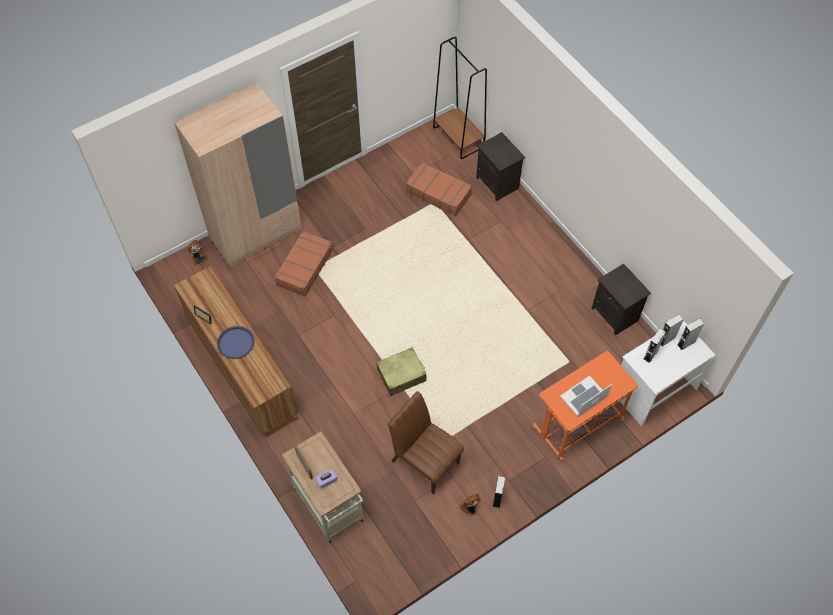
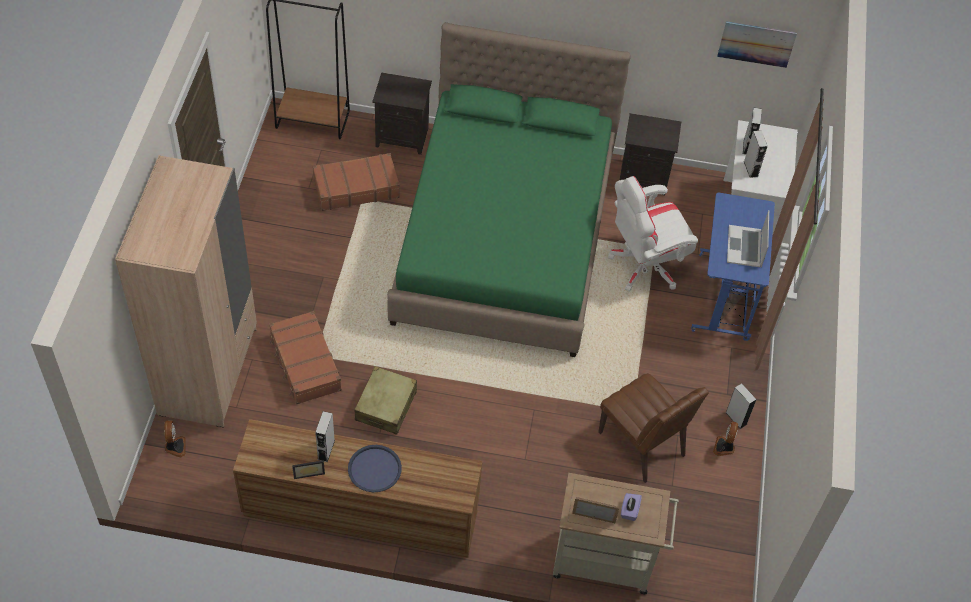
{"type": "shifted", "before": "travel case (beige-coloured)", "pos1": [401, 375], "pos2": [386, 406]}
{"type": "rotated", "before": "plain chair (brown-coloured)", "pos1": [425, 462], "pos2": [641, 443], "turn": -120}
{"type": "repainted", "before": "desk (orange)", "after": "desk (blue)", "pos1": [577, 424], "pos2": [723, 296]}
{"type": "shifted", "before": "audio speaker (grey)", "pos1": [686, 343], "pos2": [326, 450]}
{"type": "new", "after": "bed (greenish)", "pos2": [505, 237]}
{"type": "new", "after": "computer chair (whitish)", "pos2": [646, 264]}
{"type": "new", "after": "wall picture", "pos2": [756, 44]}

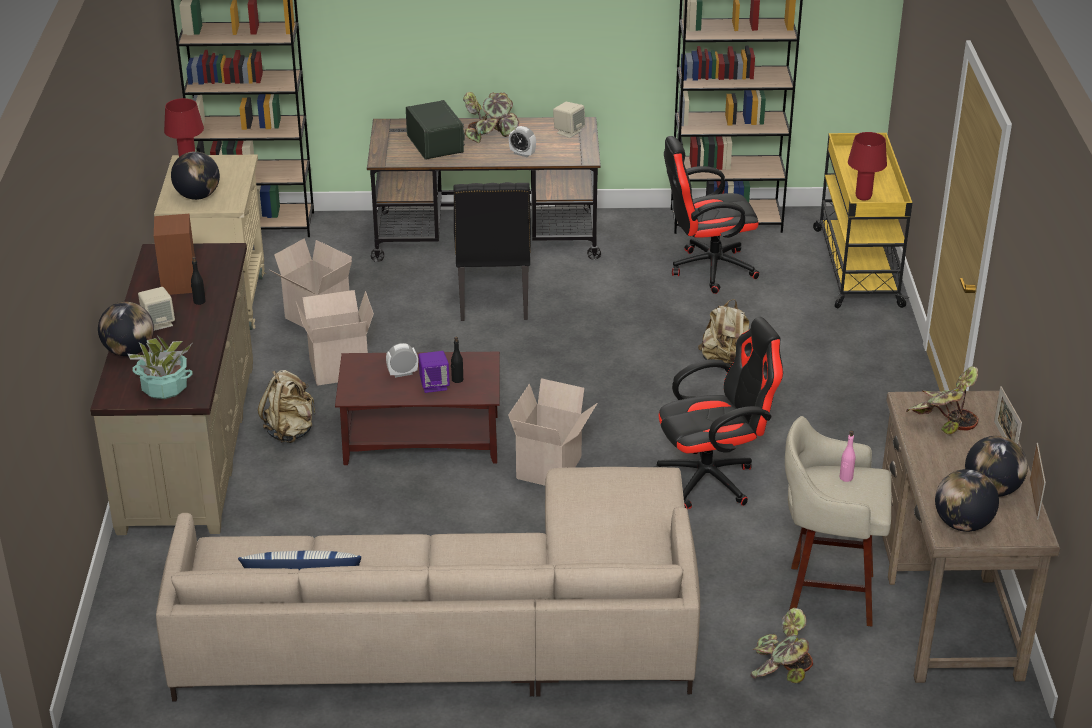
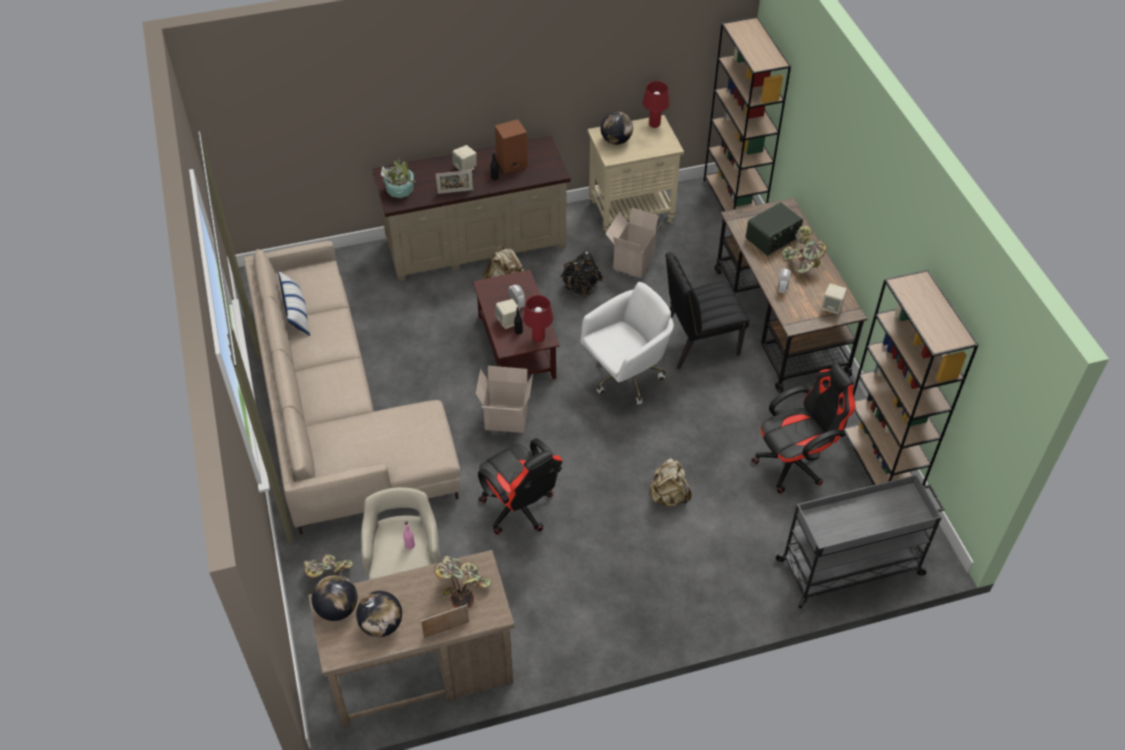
{"type": "gone", "before": "desk globe", "pos1": [129, 351]}
{"type": "swapped", "before": "carton", "after": "backpack (blackish)", "pos1": [339, 367], "pos2": [581, 288]}
{"type": "repainted", "before": "audio speaker (purple-coloured)", "after": "audio speaker (beige-coloured)", "pos1": [434, 385], "pos2": [508, 322]}
{"type": "rotated", "before": "computer chair (blackish)", "pos1": [706, 270], "pos2": [795, 463], "turn": 90}
{"type": "repainted", "before": "trolley (yellow)", "after": "trolley (grey)", "pos1": [857, 266], "pos2": [851, 567]}
{"type": "shifted", "before": "table lamp (red)", "pos1": [863, 197], "pos2": [539, 338]}
{"type": "shifted", "before": "standing frame", "pos1": [1034, 499], "pos2": [455, 191]}
{"type": "new", "after": "computer chair (whitish)", "pos2": [625, 379]}

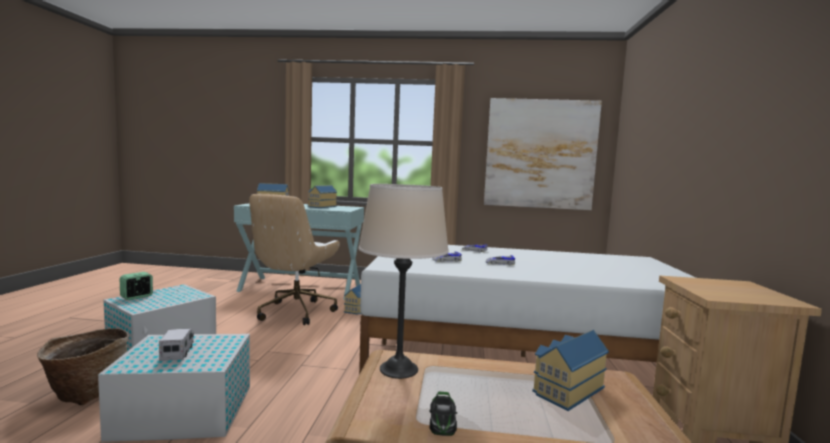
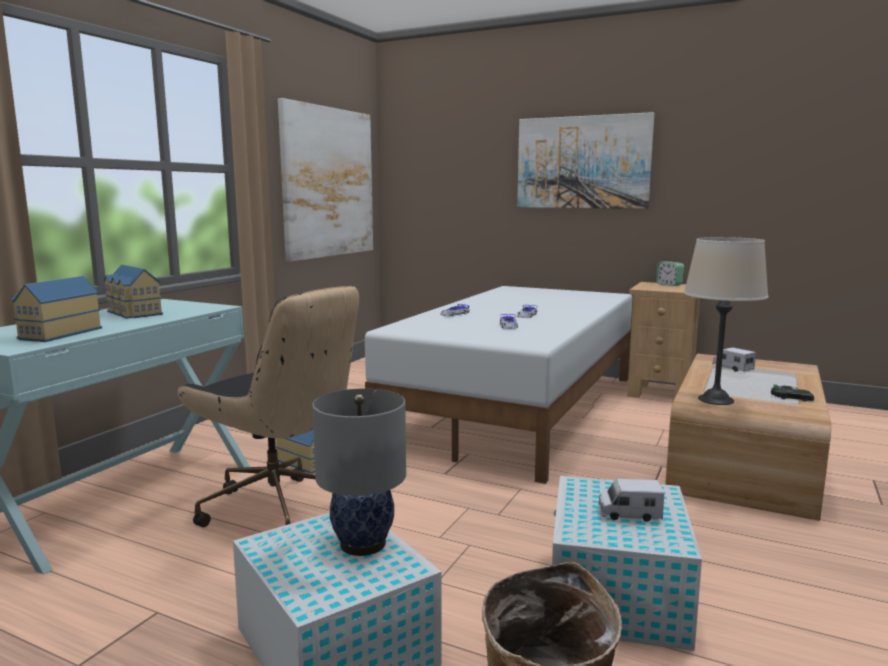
{"type": "shifted", "before": "alarm clock", "pos1": [137, 297], "pos2": [669, 284]}
{"type": "repainted", "before": "computer chair (whitish)", "after": "computer chair (blackish)", "pos1": [295, 313], "pos2": [278, 511]}
{"type": "swapped", "before": "miniature house", "after": "toy lorry", "pos1": [566, 389], "pos2": [732, 368]}
{"type": "new", "after": "table lamp (grey)", "pos2": [363, 544]}
{"type": "new", "after": "wall picture", "pos2": [582, 162]}

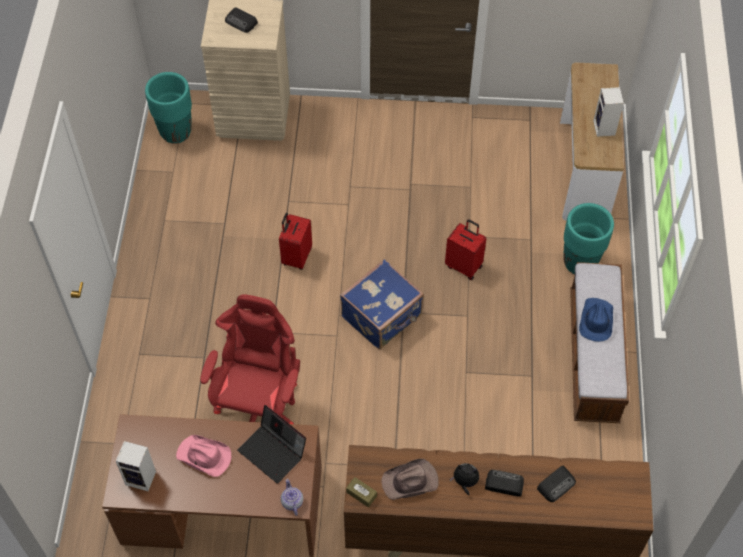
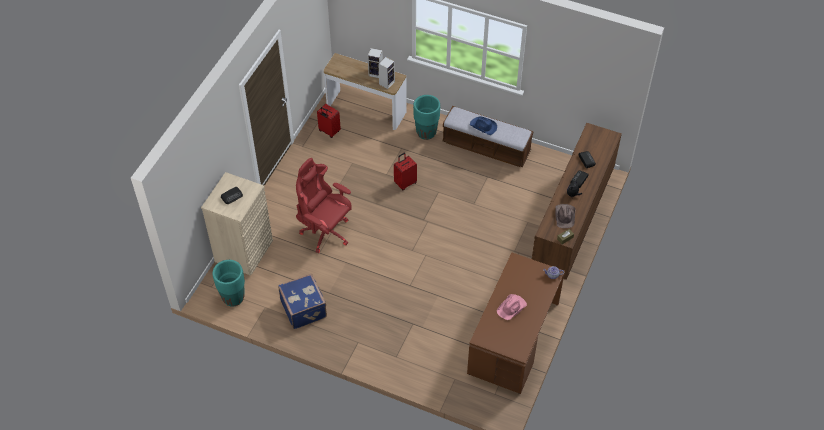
{"type": "shifted", "before": "audio speaker", "pos1": [142, 478], "pos2": [387, 82]}
{"type": "shifted", "before": "computer chair (red)", "pos1": [259, 410], "pos2": [326, 233]}
{"type": "gone", "before": "portable computer", "pos1": [273, 452]}
{"type": "shifted", "before": "travel case (red)", "pos1": [296, 257], "pos2": [329, 131]}
{"type": "shifted", "before": "travel case (blue)", "pos1": [383, 317], "pos2": [304, 308]}

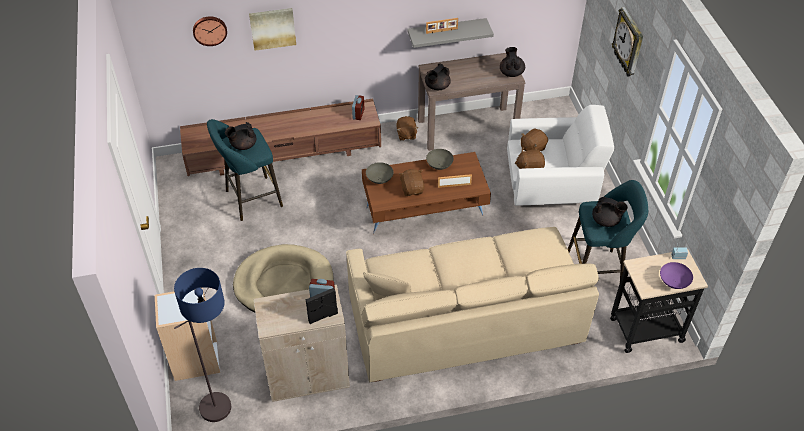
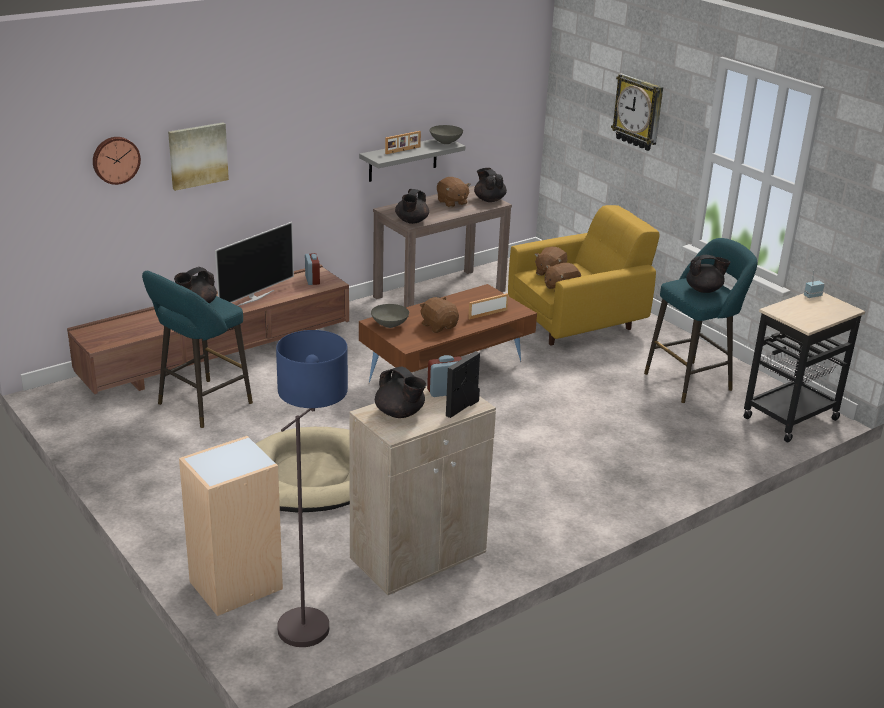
{"type": "gone", "before": "settee (beige-coloured)", "pos1": [465, 319]}
{"type": "shifted", "before": "plush toy (brown-coloured)", "pos1": [406, 134], "pos2": [452, 202]}
{"type": "shifted", "before": "serving bowl (grey)", "pos1": [439, 165], "pos2": [446, 142]}
{"type": "repainted", "before": "lounge chair (whitish)", "after": "lounge chair (yellow)", "pos1": [551, 185], "pos2": [578, 322]}
{"type": "gone", "before": "serving bowl (purple-coloured)", "pos1": [673, 282]}
{"type": "new", "after": "TV", "pos2": [254, 298]}
{"type": "new", "after": "teapot (blackish)", "pos2": [400, 413]}

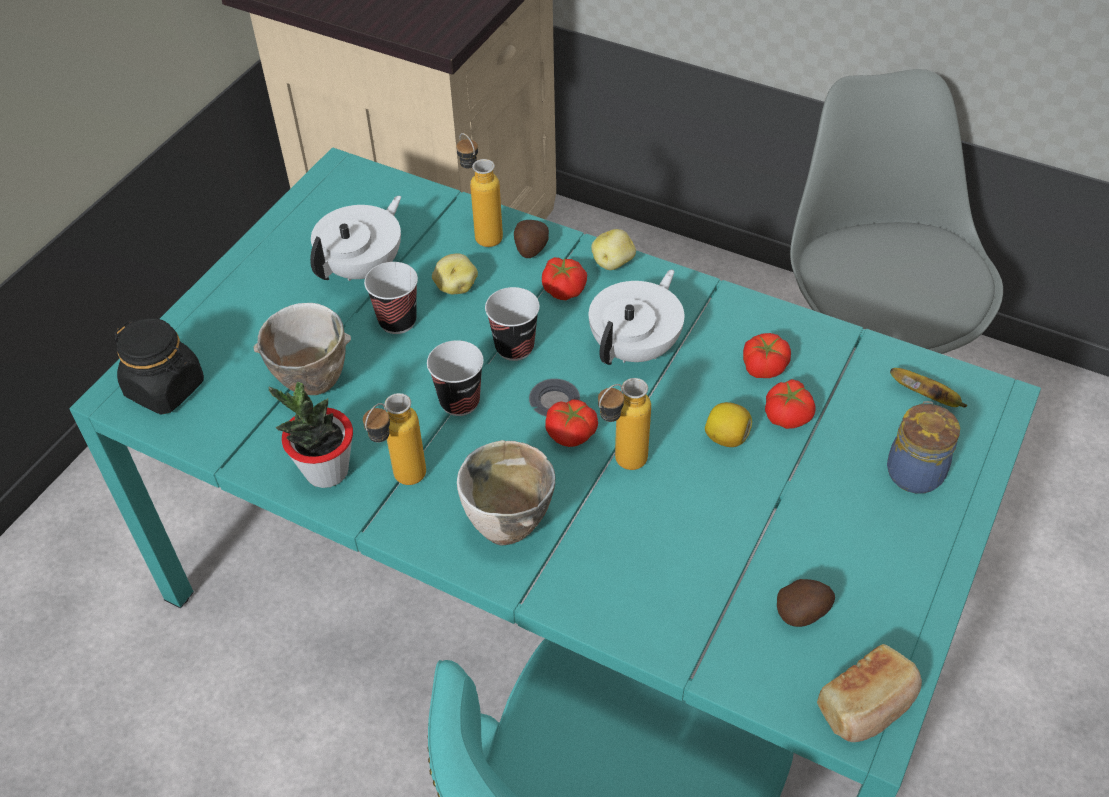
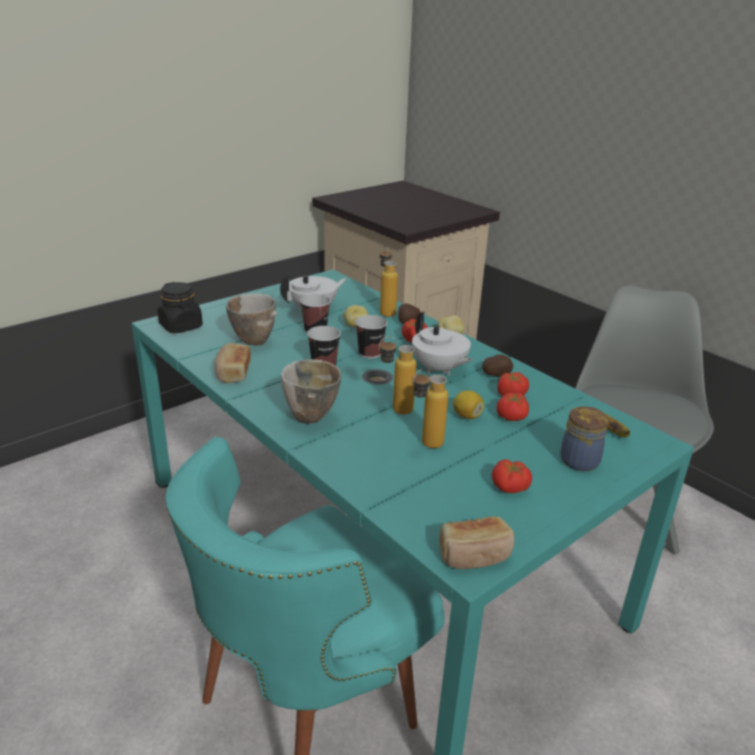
{"type": "swapped", "before": "plant in a pot", "after": "bakery bread", "pos1": [326, 471], "pos2": [232, 372]}
{"type": "shifted", "before": "beverage bottle", "pos1": [401, 483], "pos2": [425, 445]}
{"type": "shifted", "before": "tomato", "pos1": [571, 434], "pos2": [509, 487]}
{"type": "rotated", "before": "teapot (whitish)", "pos1": [636, 347], "pos2": [439, 369], "turn": 90}
{"type": "shifted", "before": "potato", "pos1": [803, 612], "pos2": [496, 375]}

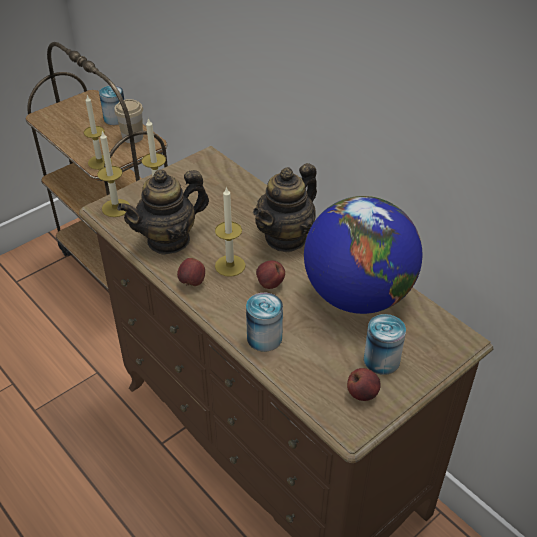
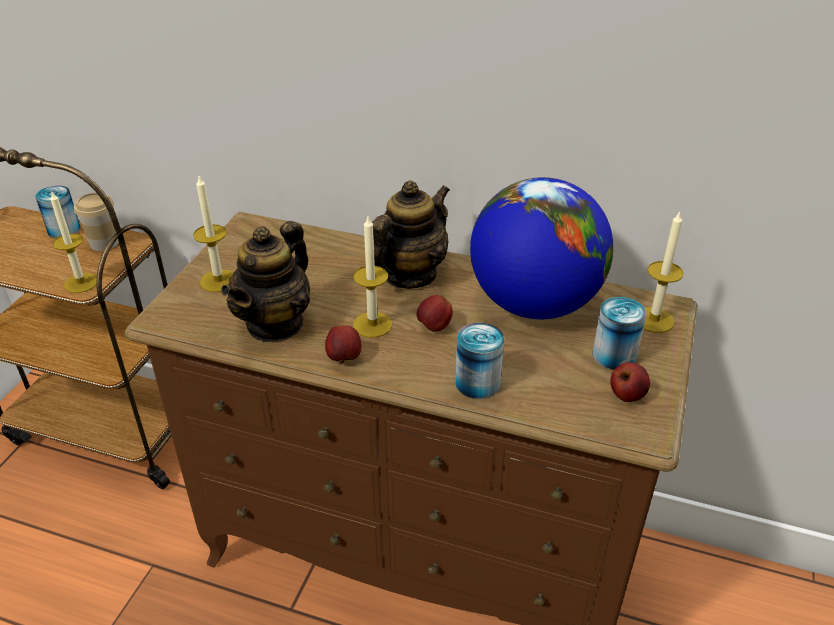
{"type": "shifted", "before": "wax light", "pos1": [116, 208], "pos2": [654, 320]}
{"type": "rotated", "before": "teapot", "pos1": [286, 237], "pos2": [409, 275], "turn": -150}

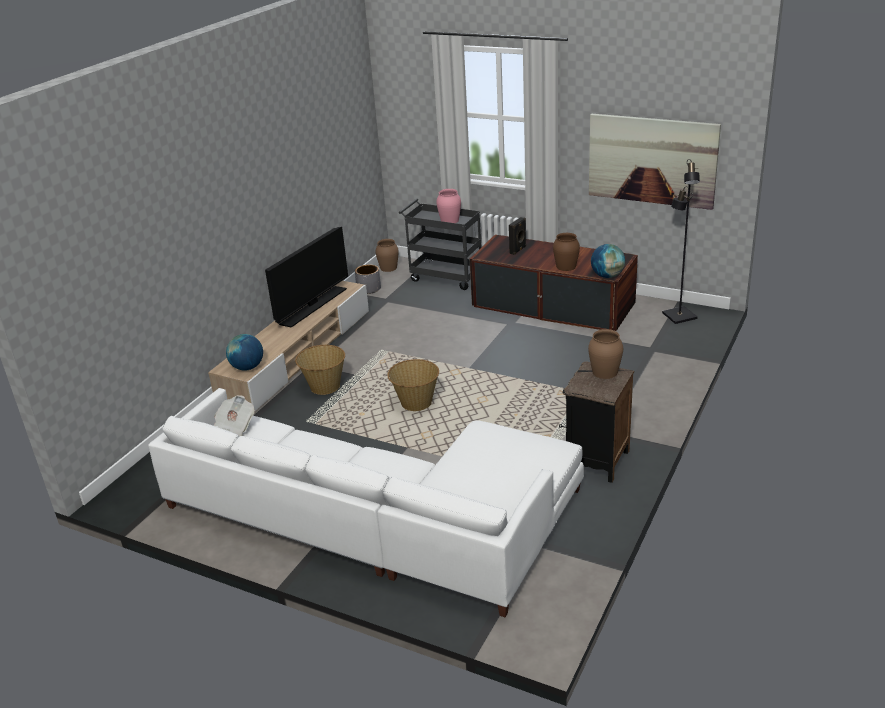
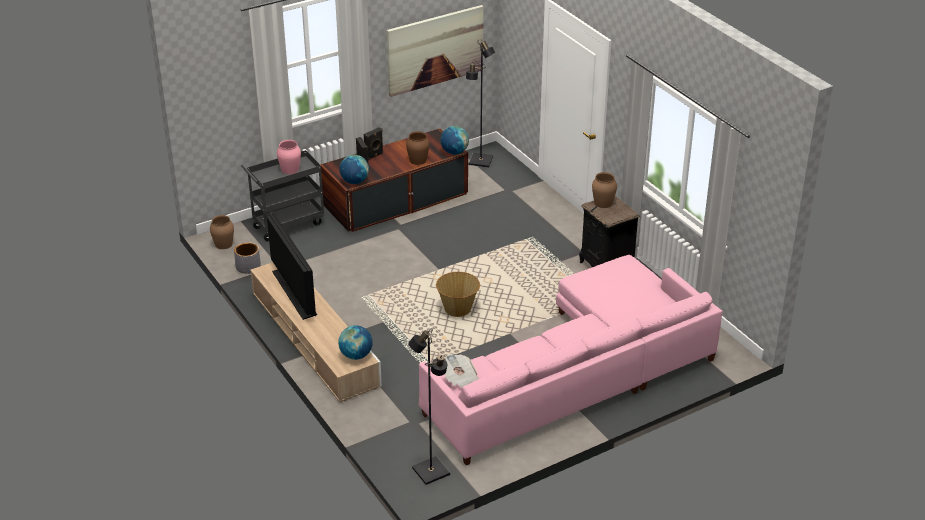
{"type": "repainted", "before": "settee (whitish)", "after": "settee (pink)", "pos1": [382, 517], "pos2": [577, 372]}
{"type": "gone", "before": "household basket", "pos1": [324, 387]}
{"type": "new", "after": "desk globe", "pos2": [354, 181]}
{"type": "new", "after": "audio speaker (blackish)", "pos2": [374, 156]}
{"type": "new", "after": "standard lamp (blackish)", "pos2": [431, 471]}

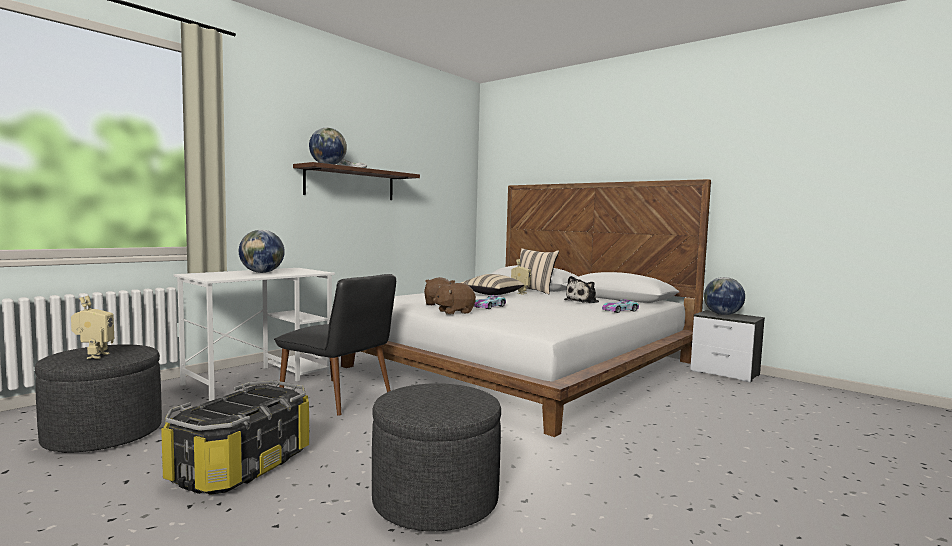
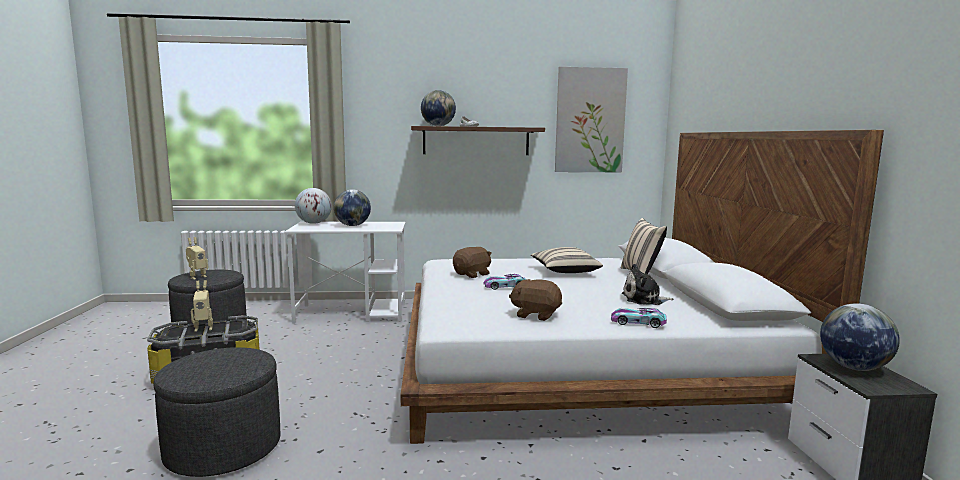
{"type": "gone", "before": "plain chair (blackish)", "pos1": [336, 396]}
{"type": "shifted", "before": "plush toy (brown-coloured)", "pos1": [454, 312], "pos2": [536, 315]}
{"type": "shifted", "before": "model robot", "pos1": [520, 293], "pos2": [204, 328]}
{"type": "new", "after": "desk globe", "pos2": [314, 223]}
{"type": "new", "after": "wall picture", "pos2": [590, 120]}

